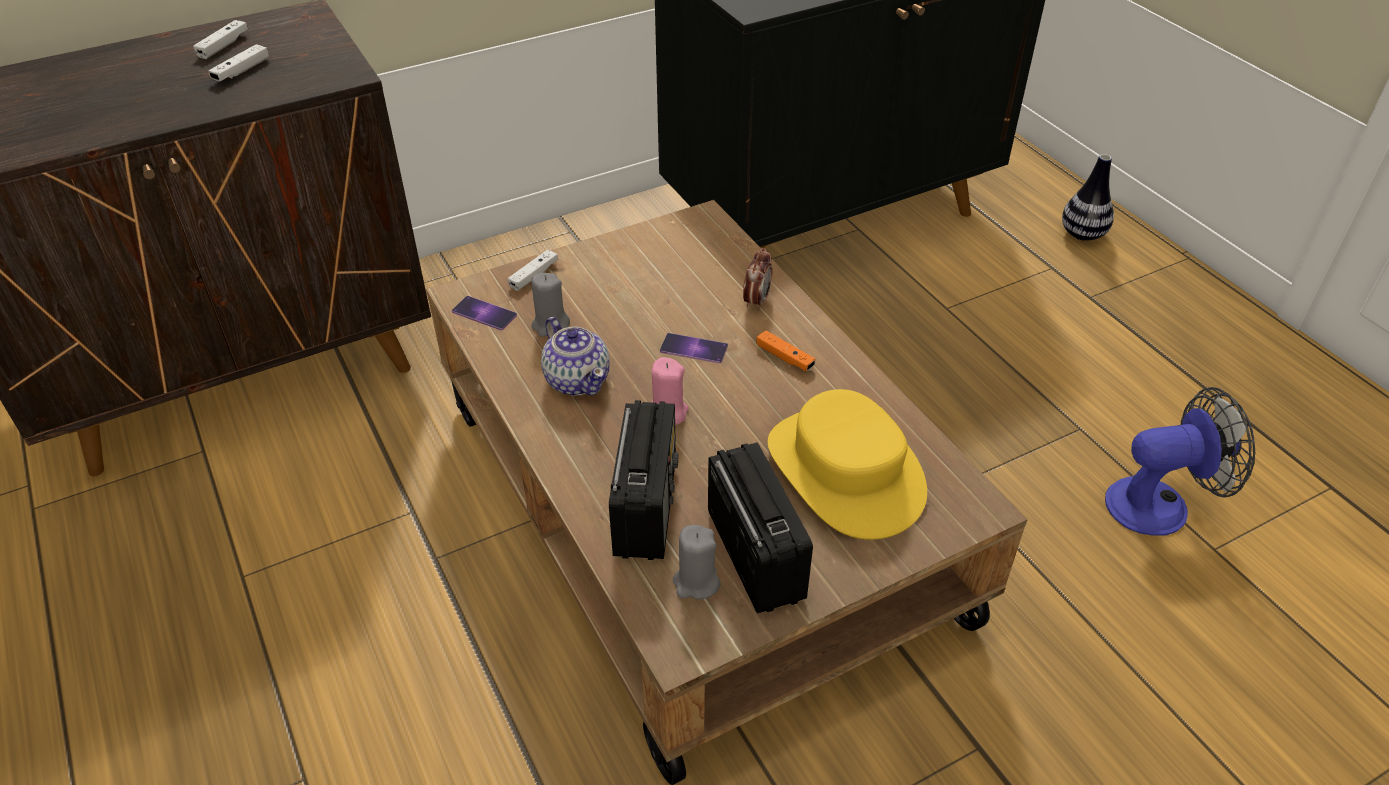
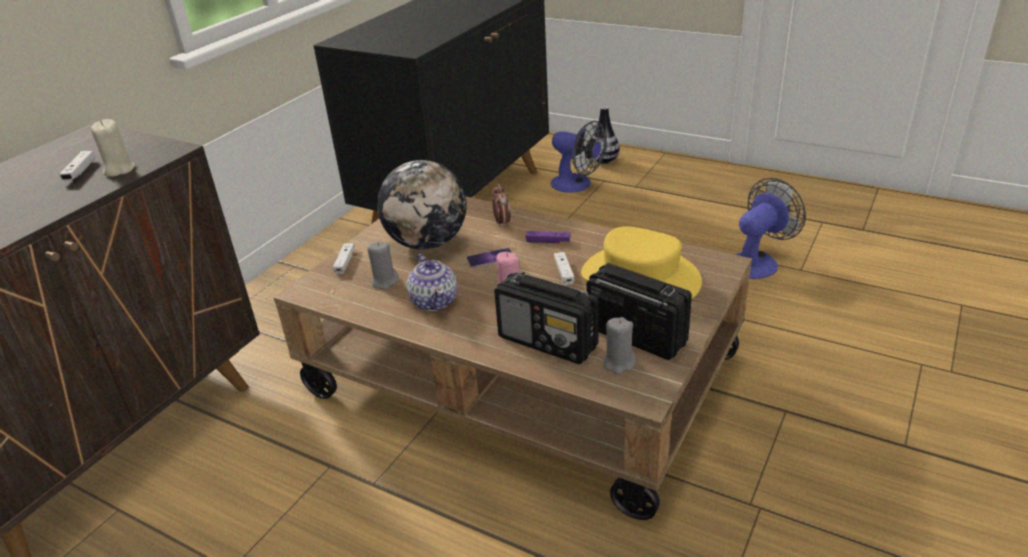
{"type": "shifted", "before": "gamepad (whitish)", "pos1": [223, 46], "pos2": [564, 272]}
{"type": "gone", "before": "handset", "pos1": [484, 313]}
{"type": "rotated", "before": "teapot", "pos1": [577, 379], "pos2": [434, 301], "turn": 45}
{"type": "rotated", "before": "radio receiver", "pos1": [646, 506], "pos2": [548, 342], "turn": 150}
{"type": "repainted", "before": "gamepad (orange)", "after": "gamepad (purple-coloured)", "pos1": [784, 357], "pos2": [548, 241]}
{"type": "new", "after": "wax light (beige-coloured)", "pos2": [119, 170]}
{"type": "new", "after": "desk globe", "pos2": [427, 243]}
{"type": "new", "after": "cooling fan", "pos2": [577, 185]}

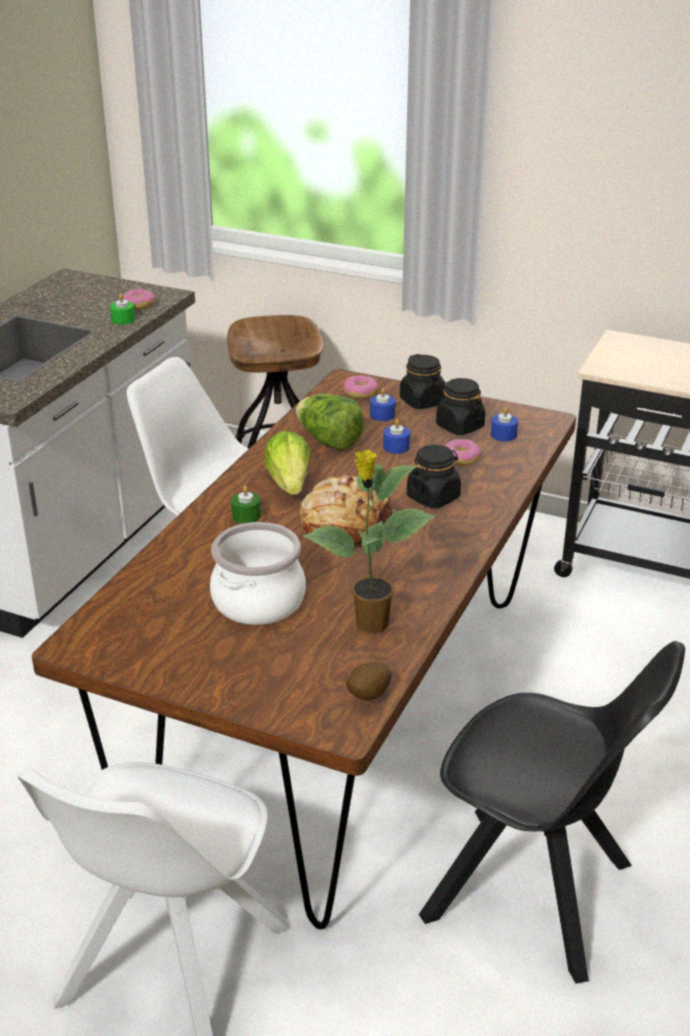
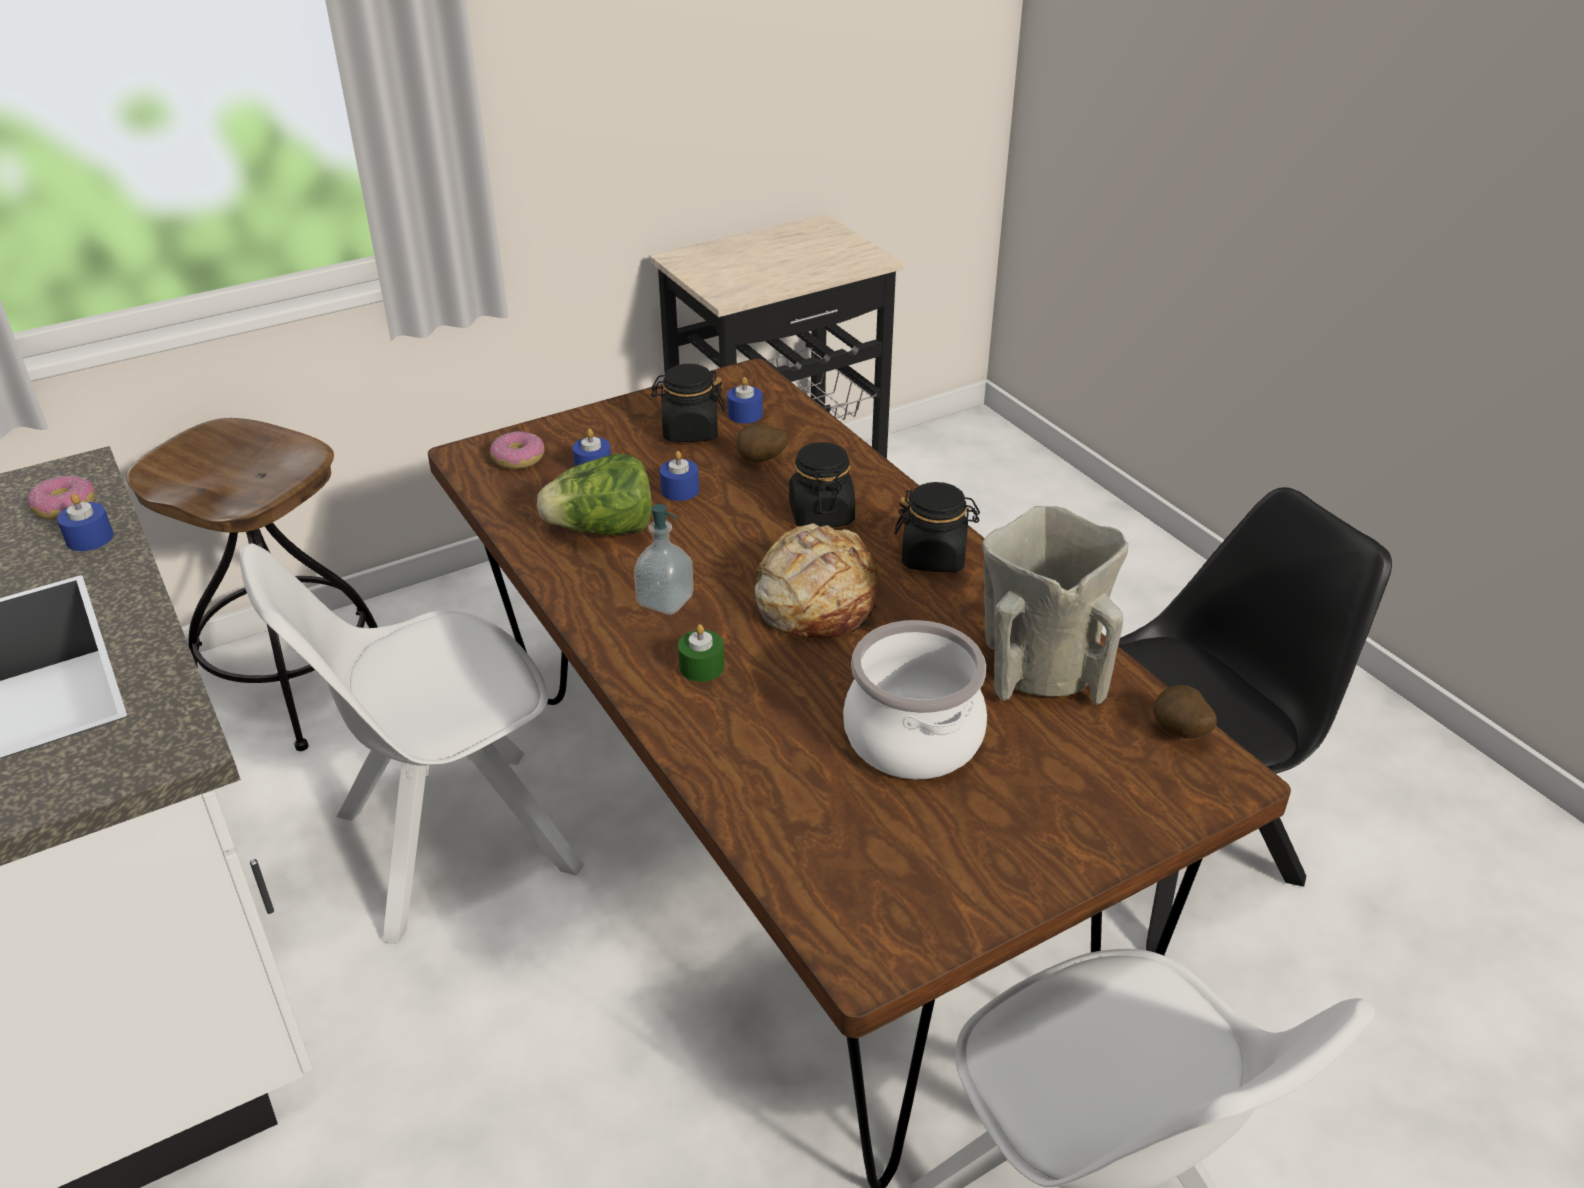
{"type": "repainted", "before": "wax light (greenish)", "after": "wax light (blue)", "pos1": [123, 320], "pos2": [90, 538]}
{"type": "swapped", "before": "lettuce", "after": "soap dispenser", "pos1": [289, 483], "pos2": [665, 601]}
{"type": "swapped", "before": "plant in a pot", "after": "flower vase (beige-coloured)", "pos1": [370, 624], "pos2": [1040, 671]}
{"type": "shifted", "before": "jar (blackish)", "pos1": [422, 401], "pos2": [934, 557]}
{"type": "swapped", "before": "donut", "after": "potato", "pos1": [461, 459], "pos2": [761, 461]}

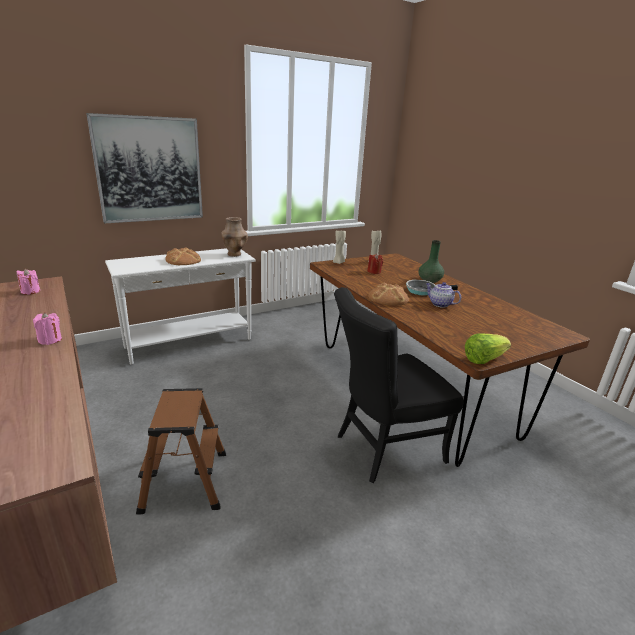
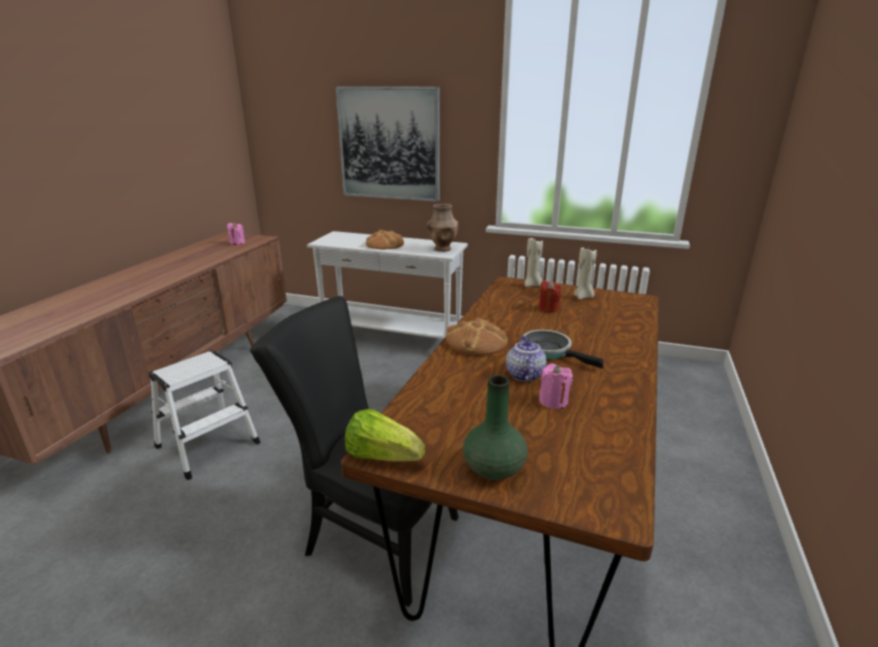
{"type": "shifted", "before": "wax light (pink)", "pos1": [50, 340], "pos2": [553, 401]}
{"type": "repainted", "before": "step stool (brown-coloured)", "after": "step stool (whitish)", "pos1": [185, 480], "pos2": [208, 444]}
{"type": "shifted", "before": "flower vase (greenish)", "pos1": [429, 280], "pos2": [494, 468]}

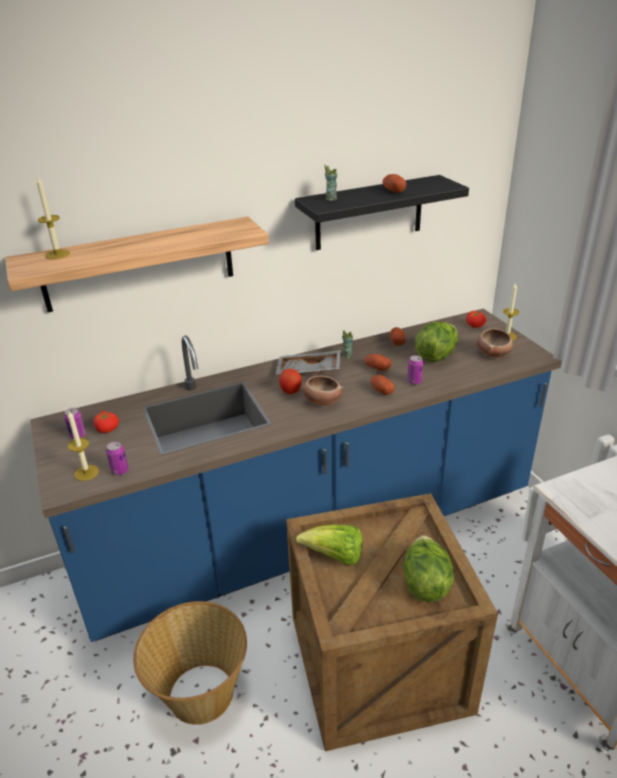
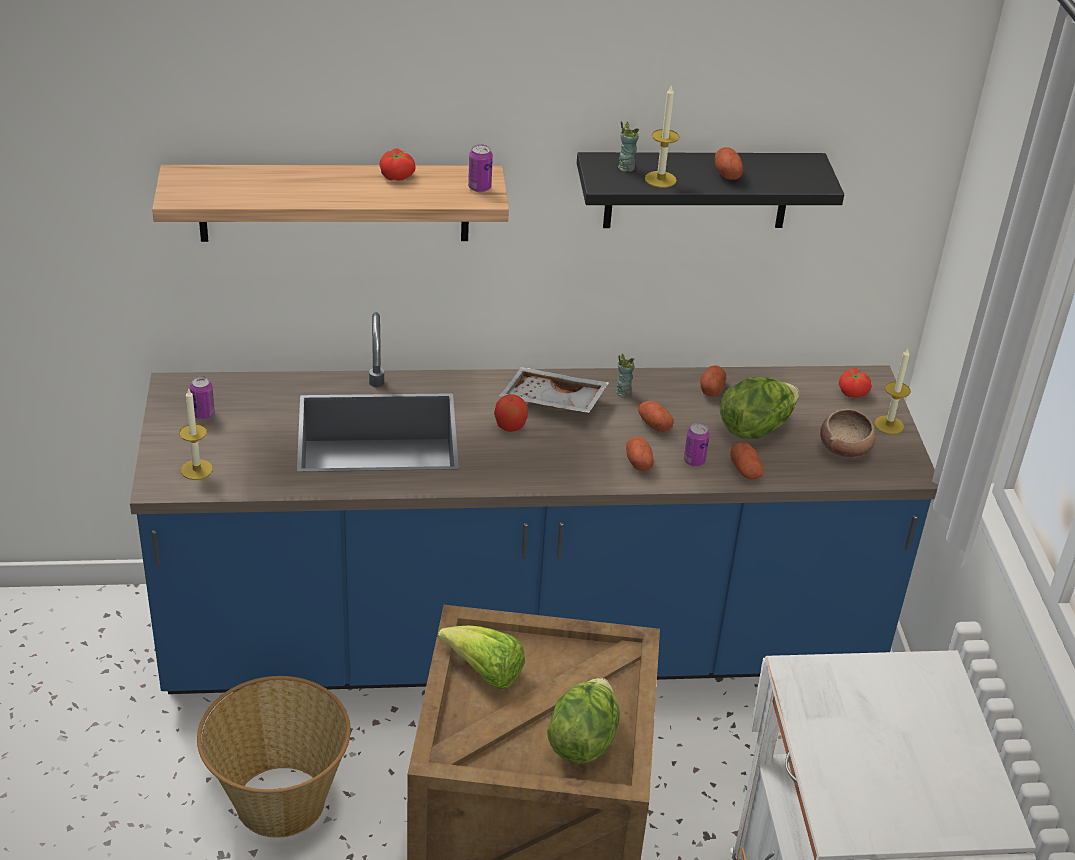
{"type": "shifted", "before": "wax light", "pos1": [57, 254], "pos2": [660, 179]}
{"type": "shifted", "before": "tomato", "pos1": [107, 428], "pos2": [397, 176]}
{"type": "shifted", "before": "metal can", "pos1": [120, 471], "pos2": [479, 187]}
{"type": "gone", "before": "serving bowl", "pos1": [321, 401]}
{"type": "new", "after": "potato", "pos2": [745, 470]}

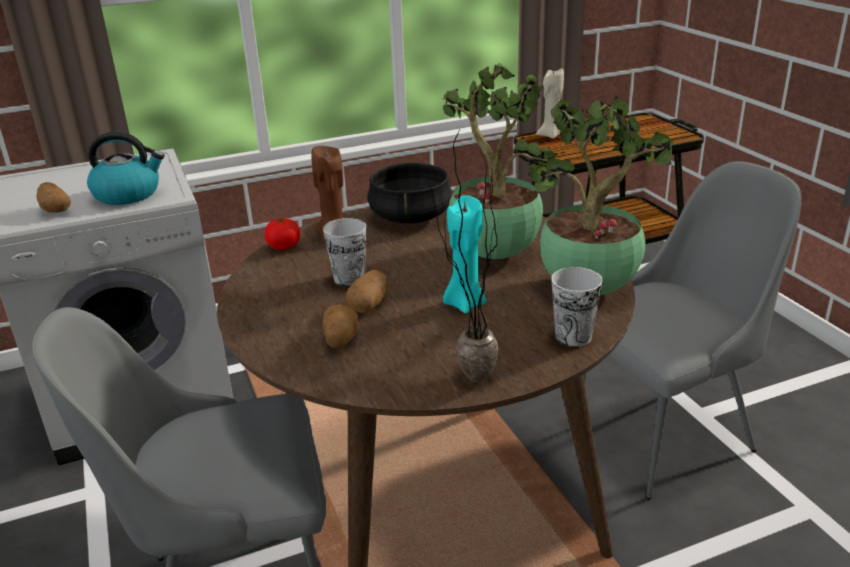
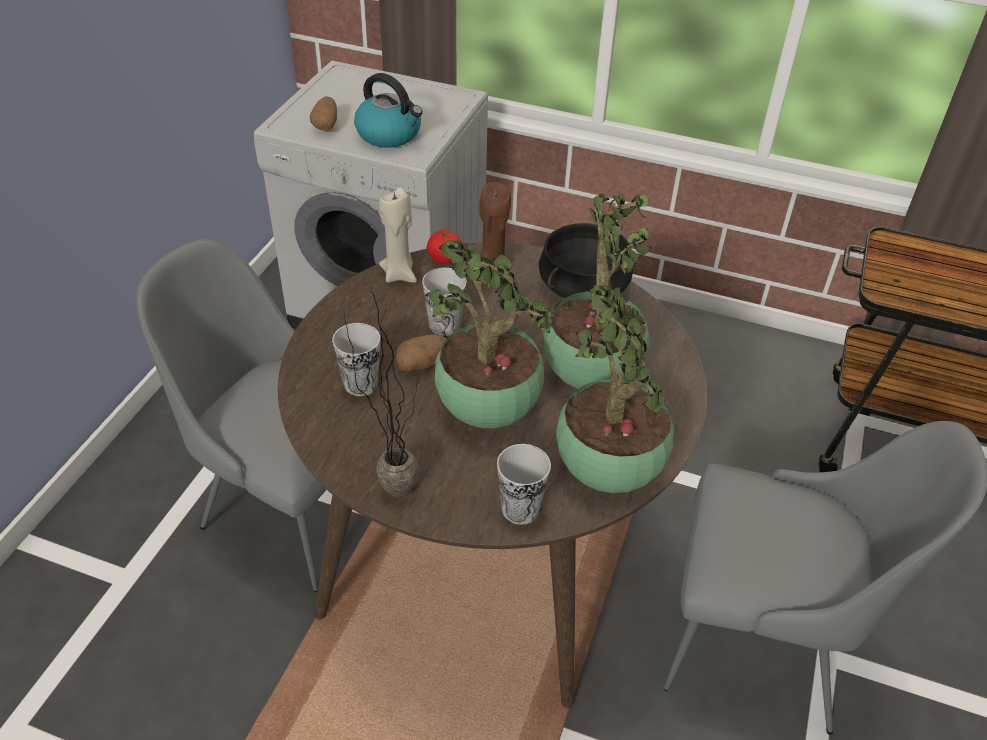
{"type": "swapped", "before": "potato", "after": "drinking cup", "pos1": [340, 340], "pos2": [360, 384]}
{"type": "swapped", "before": "wax light (turquoise)", "after": "plant in a pot", "pos1": [464, 303], "pos2": [490, 413]}
{"type": "shifted", "before": "wax light (beige-coloured)", "pos1": [550, 135], "pos2": [399, 274]}

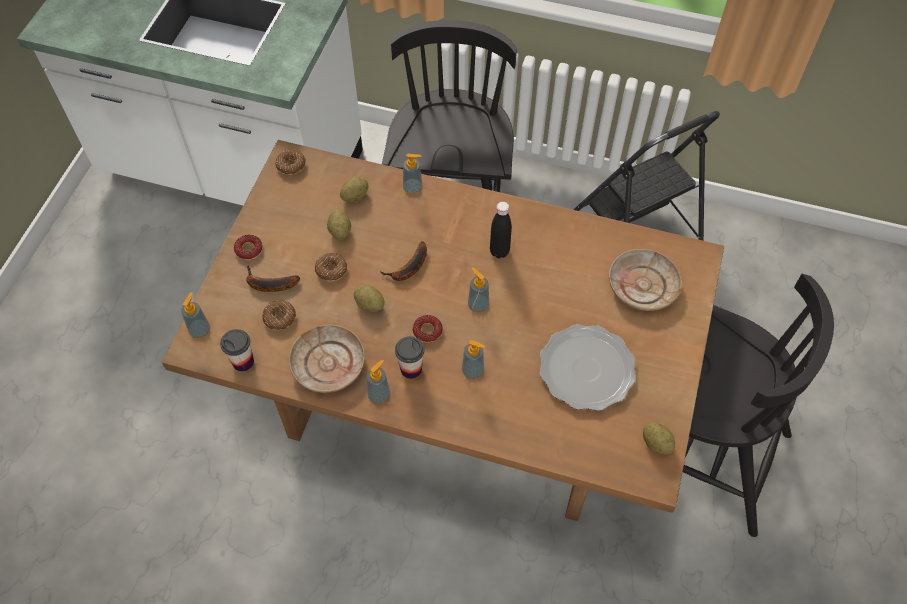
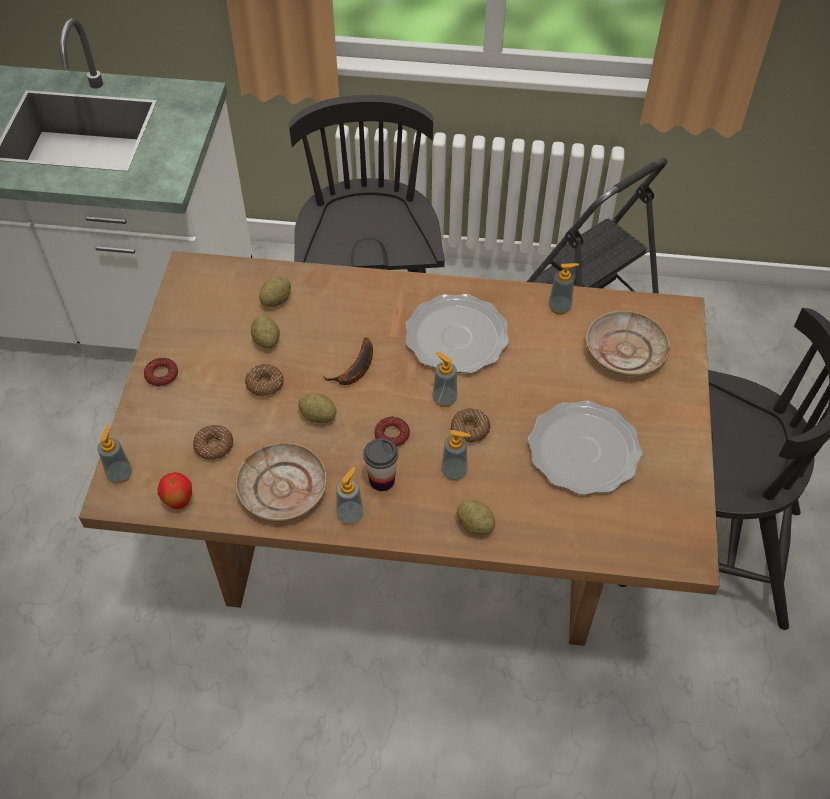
{"type": "swapped", "before": "drinking cup", "after": "apple fruit", "pos1": [243, 362], "pos2": [179, 502]}
{"type": "gone", "before": "whole banana", "pos1": [268, 284]}
{"type": "shifted", "before": "donut", "pos1": [291, 165], "pos2": [470, 429]}
{"type": "shifted", "before": "soap dispenser", "pos1": [413, 188], "pos2": [559, 307]}
{"type": "swapped", "before": "beverage bottle (blackish)", "after": "flat dish", "pos1": [499, 251], "pos2": [456, 337]}
{"type": "shifted", "before": "potato", "pos1": [656, 443], "pos2": [475, 525]}

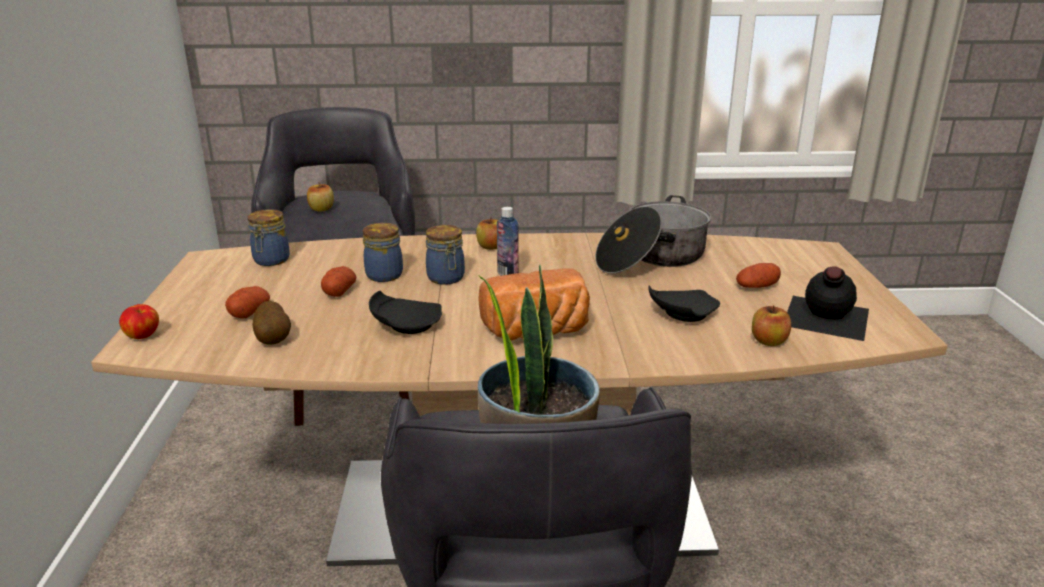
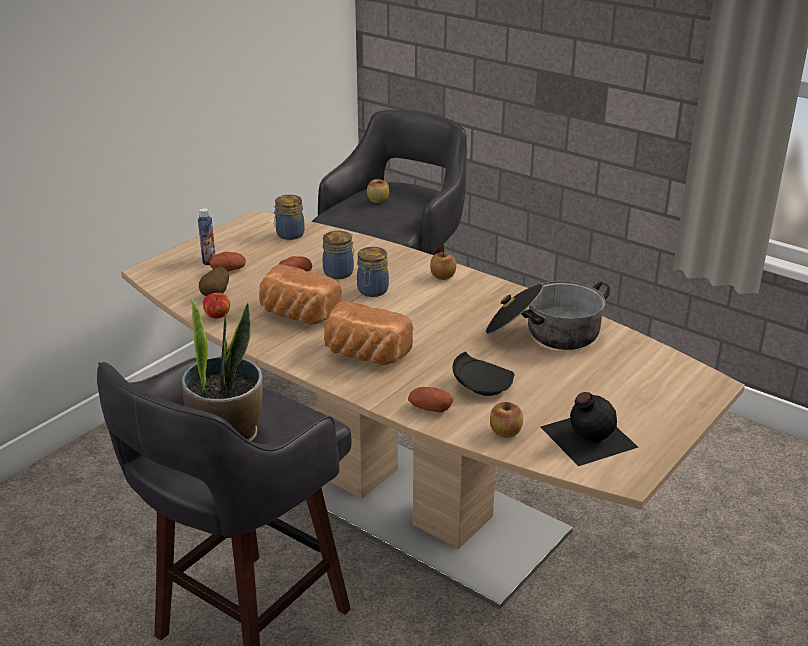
{"type": "shifted", "before": "apple fruit", "pos1": [143, 336], "pos2": [218, 316]}
{"type": "swapped", "before": "flat dish (blackish)", "after": "bakery bread", "pos1": [405, 325], "pos2": [297, 315]}
{"type": "shifted", "before": "beverage bottle", "pos1": [507, 274], "pos2": [209, 260]}
{"type": "shifted", "before": "potato", "pos1": [757, 287], "pos2": [430, 408]}

